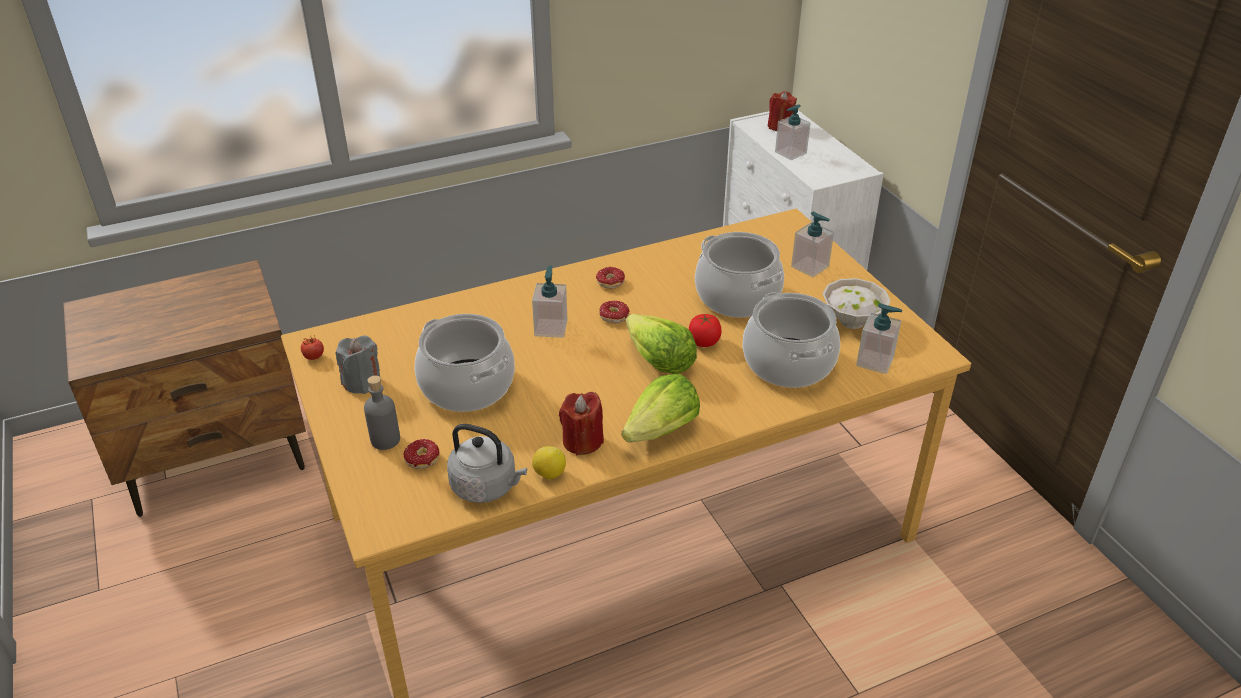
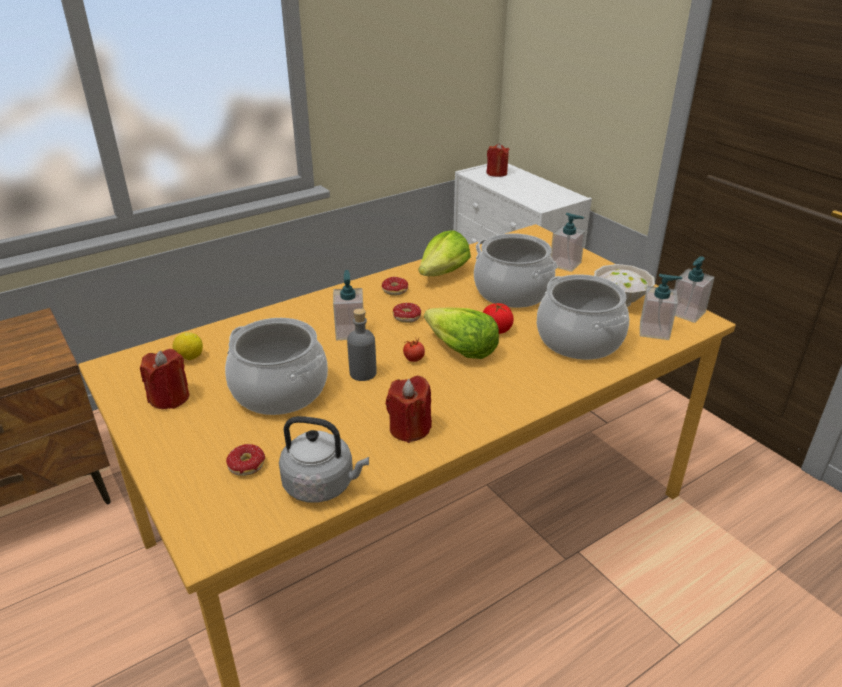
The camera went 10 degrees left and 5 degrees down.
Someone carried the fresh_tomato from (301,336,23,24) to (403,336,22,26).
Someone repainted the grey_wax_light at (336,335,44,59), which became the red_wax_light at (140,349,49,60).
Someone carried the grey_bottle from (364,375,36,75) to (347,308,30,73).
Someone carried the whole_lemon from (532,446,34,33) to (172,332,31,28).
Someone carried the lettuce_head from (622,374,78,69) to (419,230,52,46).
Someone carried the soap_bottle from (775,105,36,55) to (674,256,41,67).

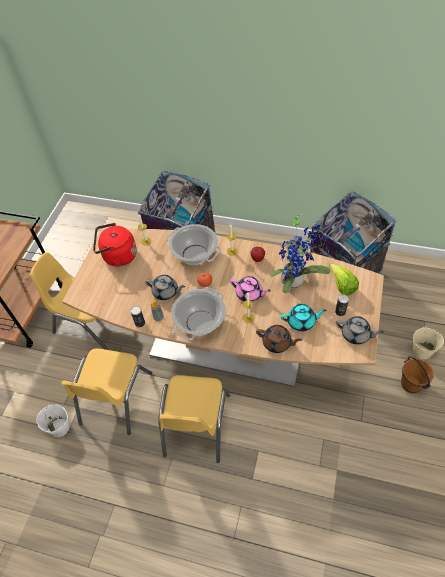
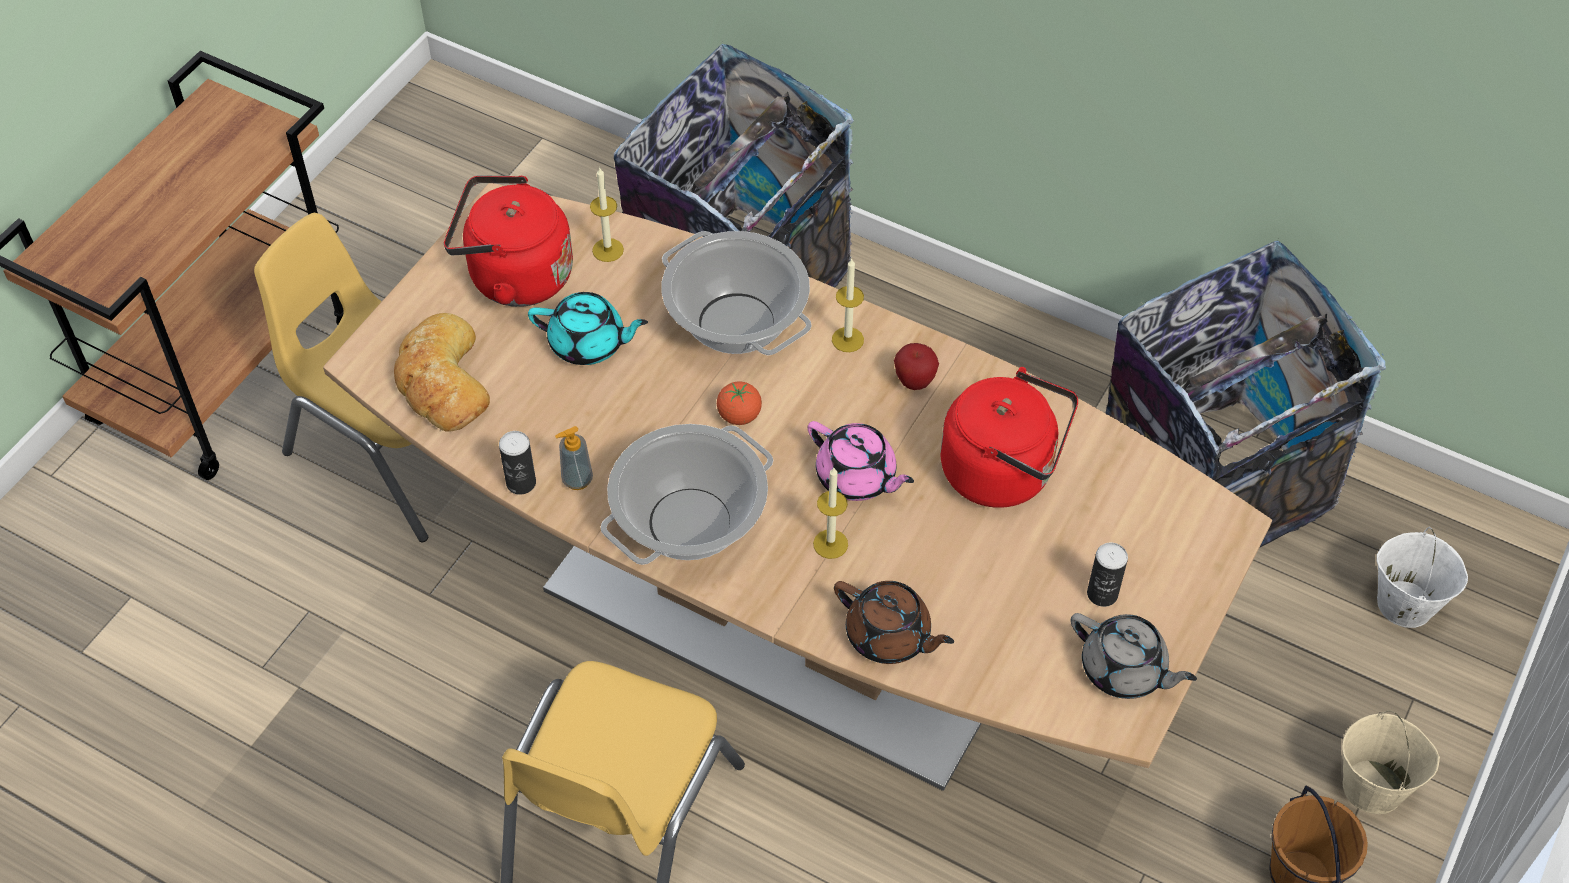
The camera went 10 degrees right and 0 degrees up.
Someone carried the white_bucket from (36,404,34,33) to (1377,527,91,101).
Someone took away the yellow_chair at (61,348,91,87).
Someone took away the grey_teapot at (145,275,40,25).
Someone swapped the potted_plant at (270,212,61,81) for the red_tea_kettle at (940,367,138,141).
Someone carried the blue-green_teapot from (281,304,46,27) to (528,292,120,73).
Someone took away the lettuce_head at (329,264,30,32).
Someone put down the bakery_bread at (394,313,96,119).

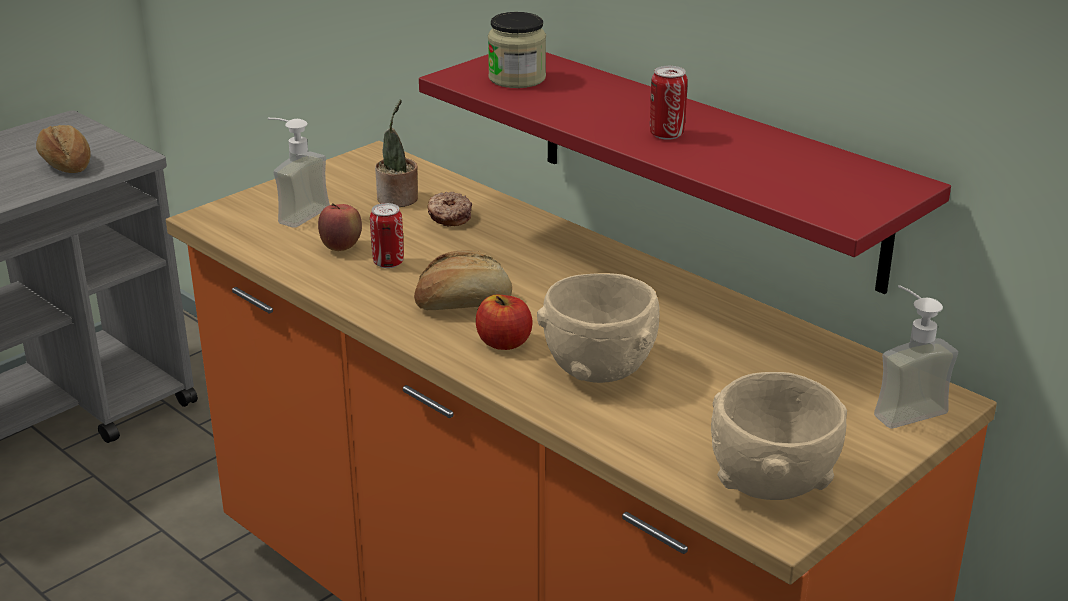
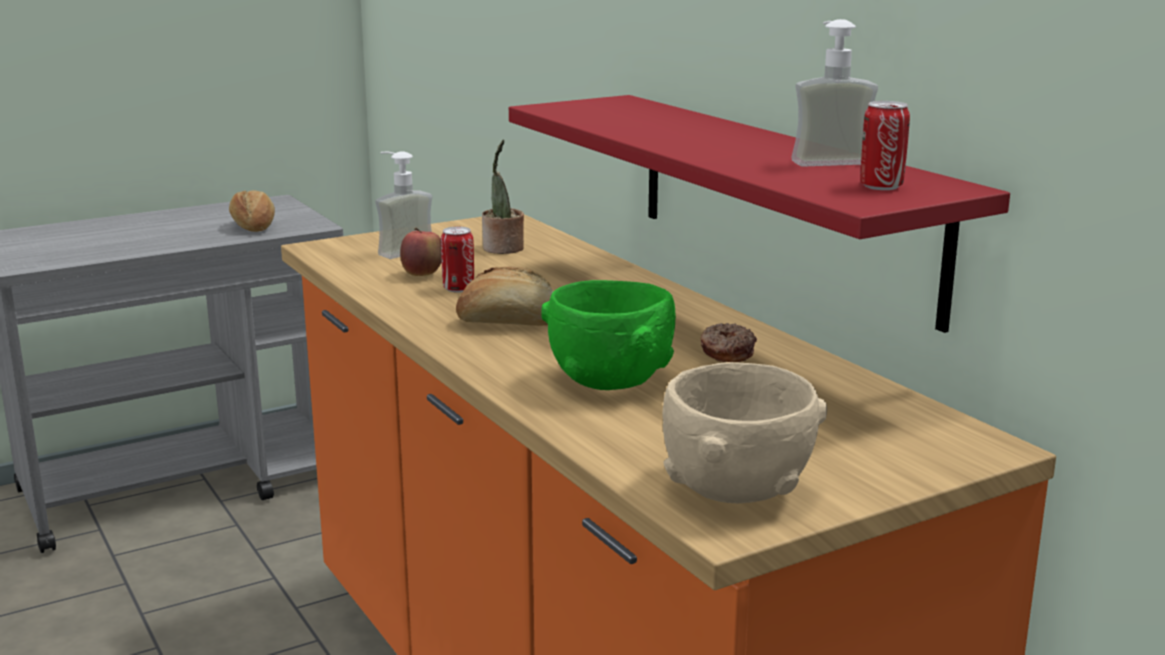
The camera went 15 degrees right and 10 degrees down.
Someone carried the donut from (428,192,44,35) to (700,323,57,39).
Someone took away the apple at (476,295,56,55).
Someone took away the jar at (488,12,58,76).
Someone repainted the beige-coloured_bowl at (537,273,123,110), which became the green_bowl at (541,280,135,110).
Someone carried the can from (650,66,38,74) to (860,101,50,89).
Someone carried the soap_bottle from (874,285,84,144) to (791,19,87,148).

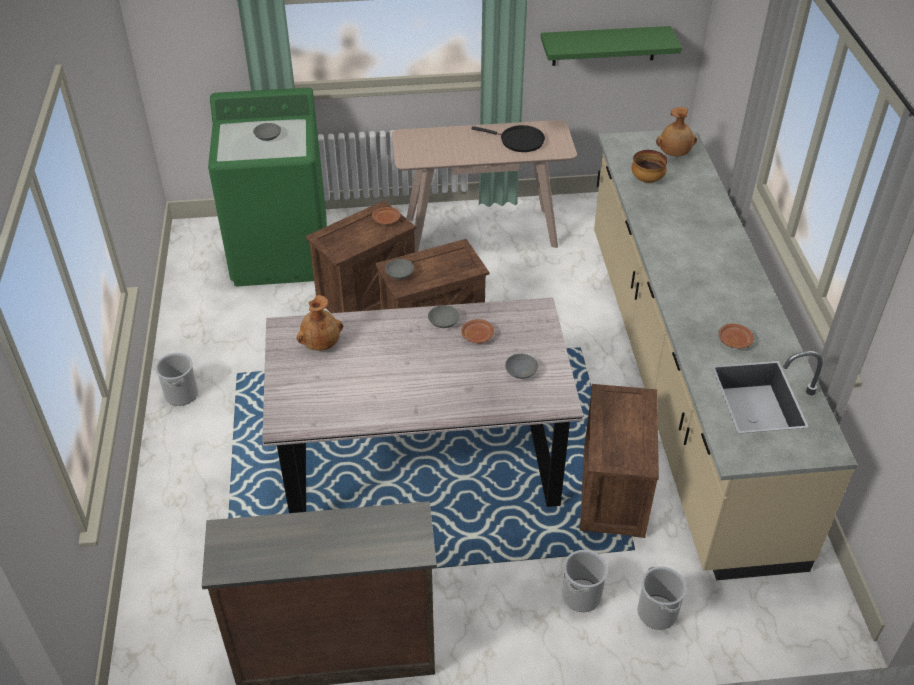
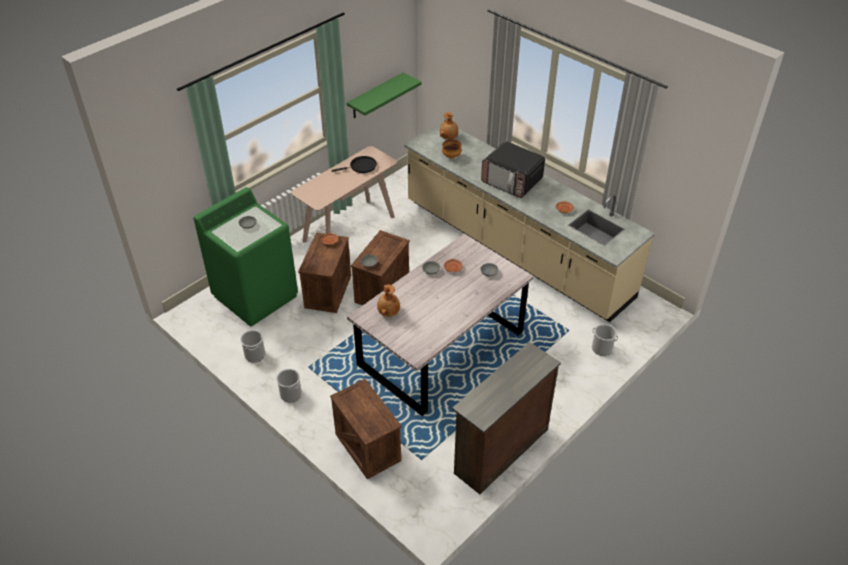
The camera went 40 degrees left and 0 degrees up.
Someone carried the bucket from (562,550,46,62) to (240,330,25,32).
Someone carried the crate from (580,384,79,154) to (330,379,72,100).
Someone put down the kitchen_microwave at (481,141,64,57).

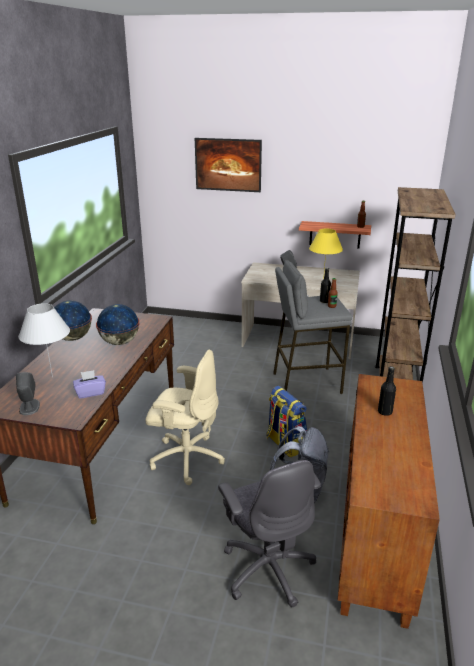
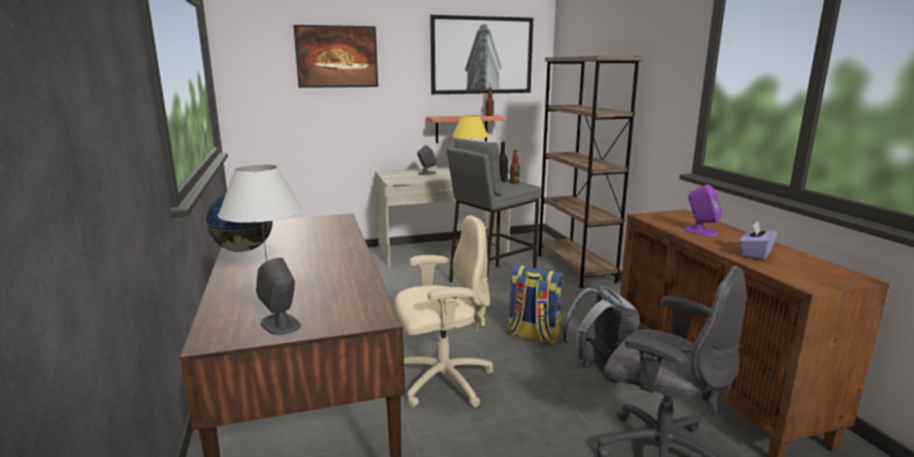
The camera went 30 degrees left and 10 degrees down.
Someone carried the purple_box_of_tissues from (73,370,33,29) to (739,221,38,40).
Someone took away the globe at (96,304,43,41).
Someone swapped the black_bottle at (378,366,18,50) for the purple_audio_speaker at (684,185,38,51).
Someone put up the wall_art at (430,15,103,79).

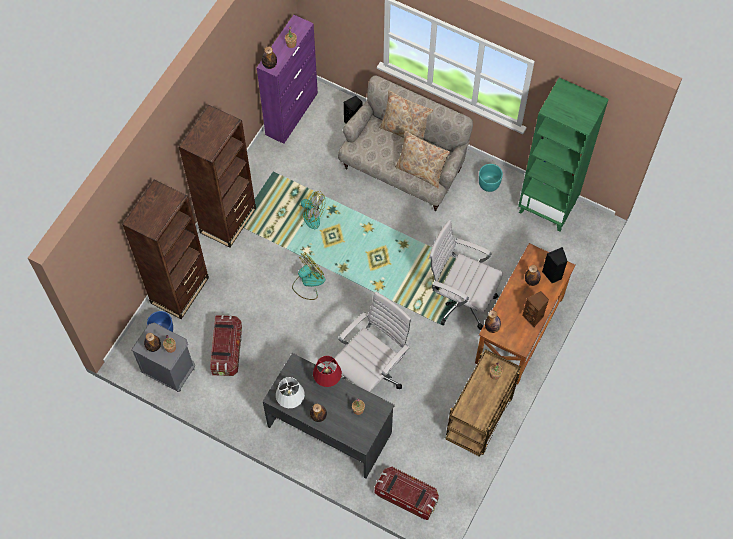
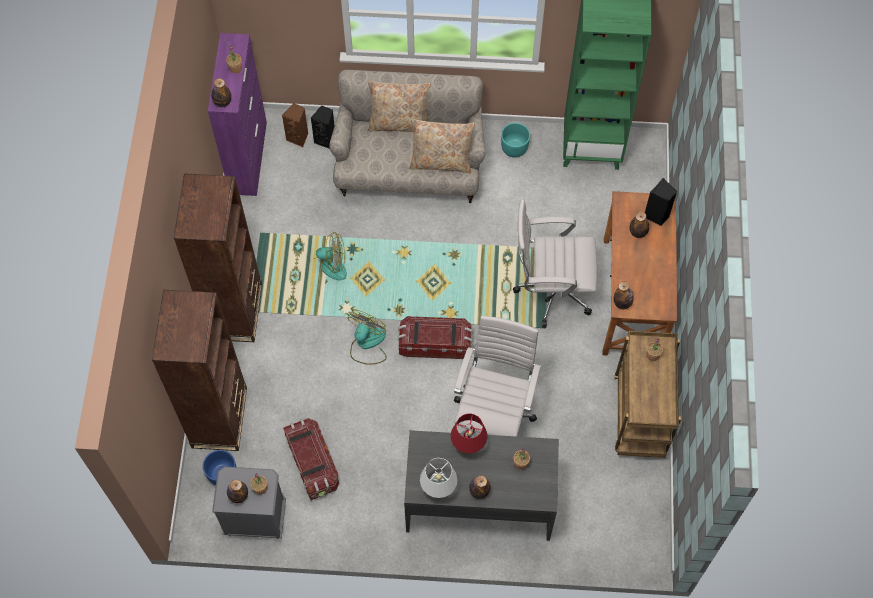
The camera went 25 degrees left and 0 degrees up.
Someone carried the storage_bin from (374,467,65,53) to (398,316,75,43).
Someone carried the brownish_audio_speaker from (522,291,27,37) to (282,103,26,44).

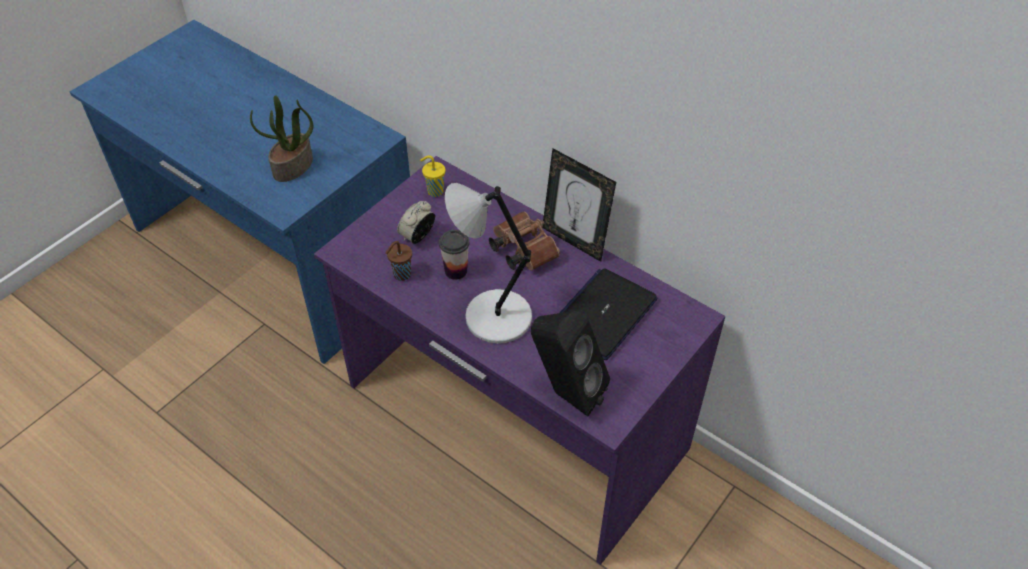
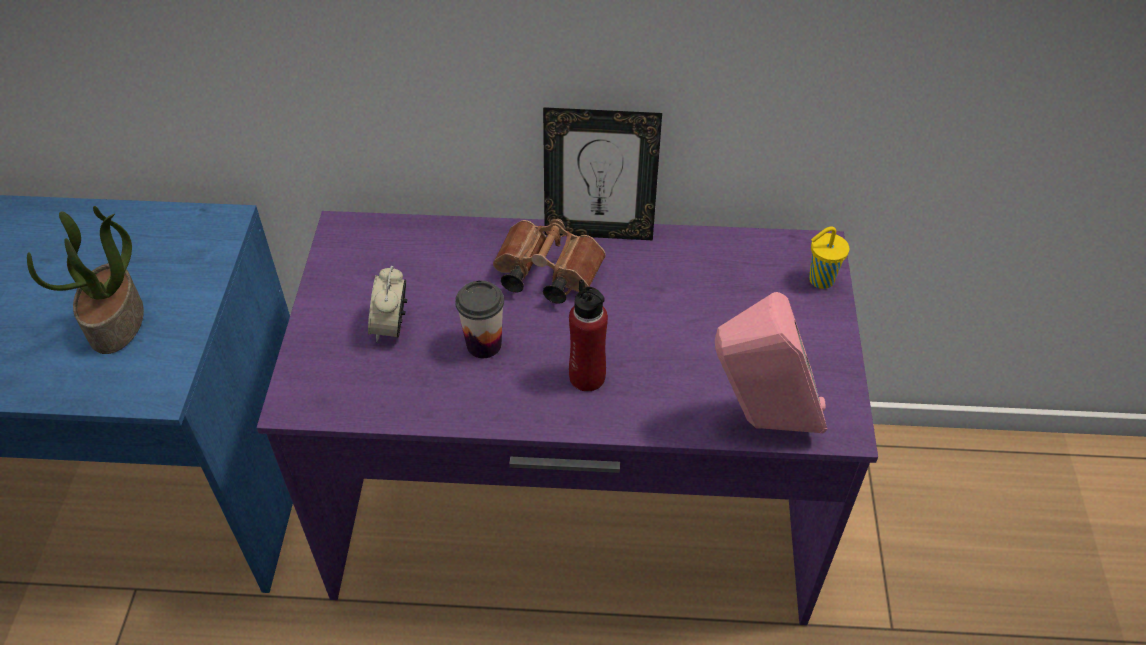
The camera went 35 degrees left and 0 degrees up.
Someone took away the brownish_small_cup at (385,241,27,40).
Someone carried the yellow_small_cup from (420,155,25,42) to (809,226,40,63).
Someone swapped the grey_tabletop_lamp at (445,183,87,161) for the red_bottle at (569,279,39,112).
Someone repainted the black_audio_speaker at (531,311,79,106), which became the pinkish_audio_speaker at (715,292,112,141).
Someone took away the laptop at (560,268,97,92).

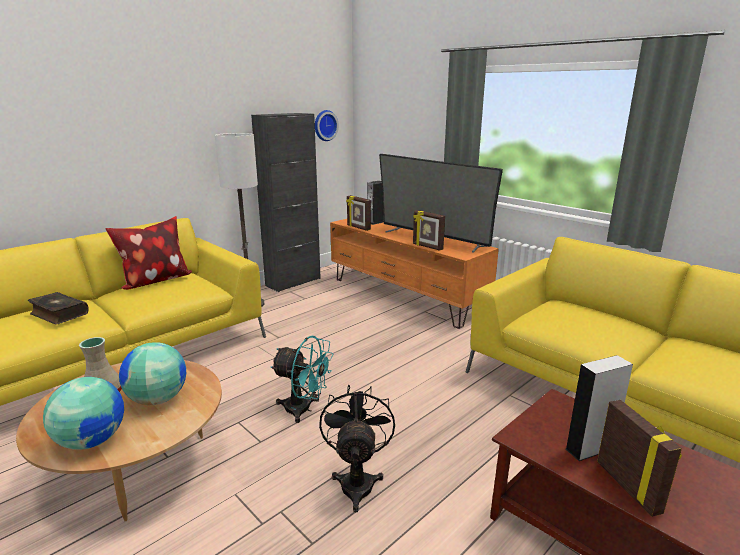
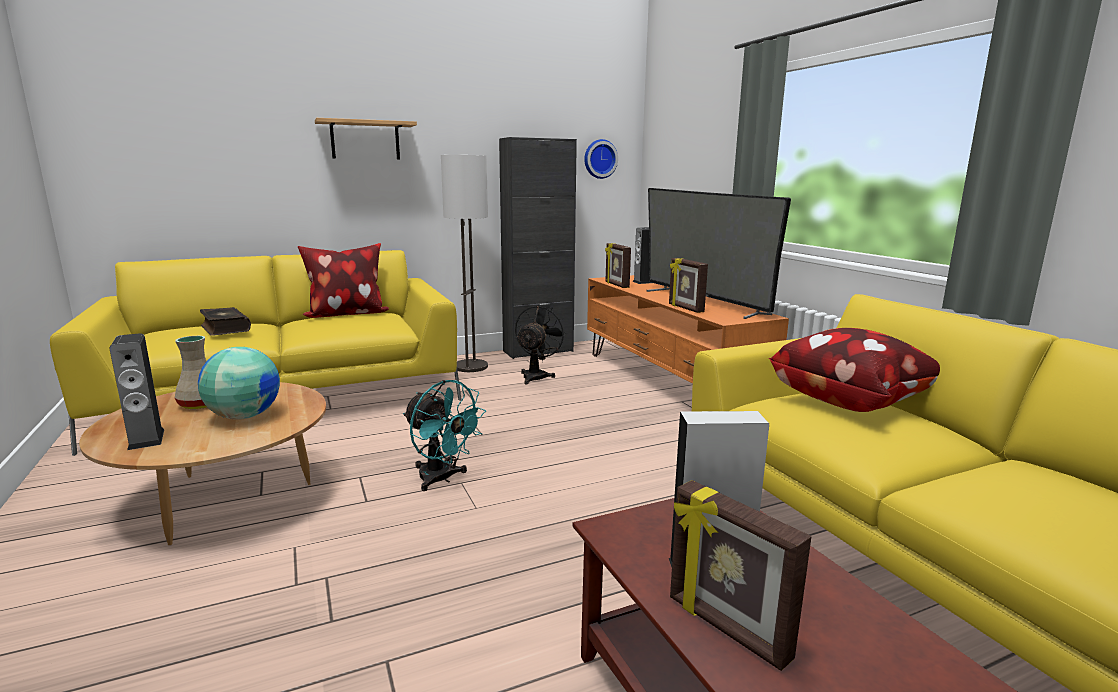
The camera went 20 degrees right and 5 degrees down.
Someone swapped the globe at (43,377,81,73) for the audio_speaker at (110,333,54,117).
Someone carried the black_electric_fan from (319,385,76,127) to (515,305,52,80).
Someone rotated the picture_frame at (597,400,85,117) by 135 degrees clockwise.
Someone put up the shelf at (315,118,102,41).
Someone put down the pillow at (769,328,171,84).

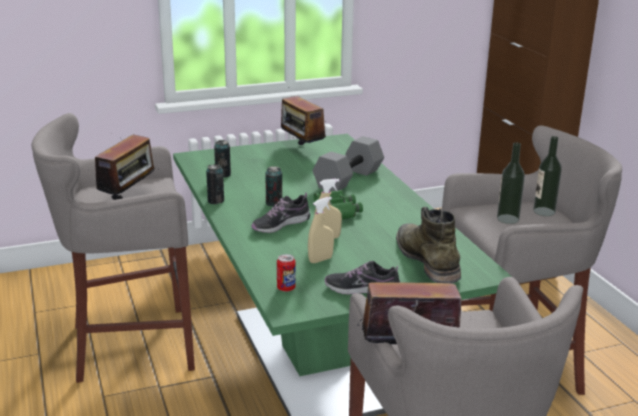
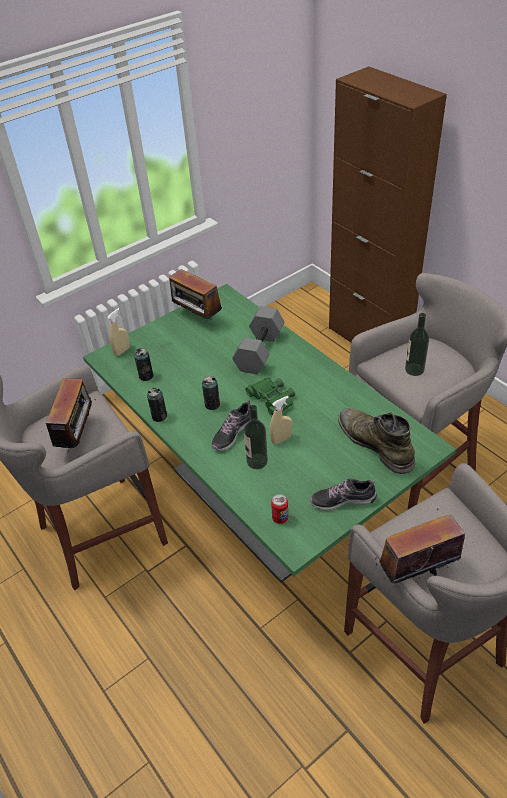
The camera went 15 degrees left and 20 degrees up.
Someone carried the beige-coloured_hand_sprayer from (308,197,26,66) to (107,308,23,48).
Someone carried the bottle from (533,136,29,80) to (244,405,24,64).

